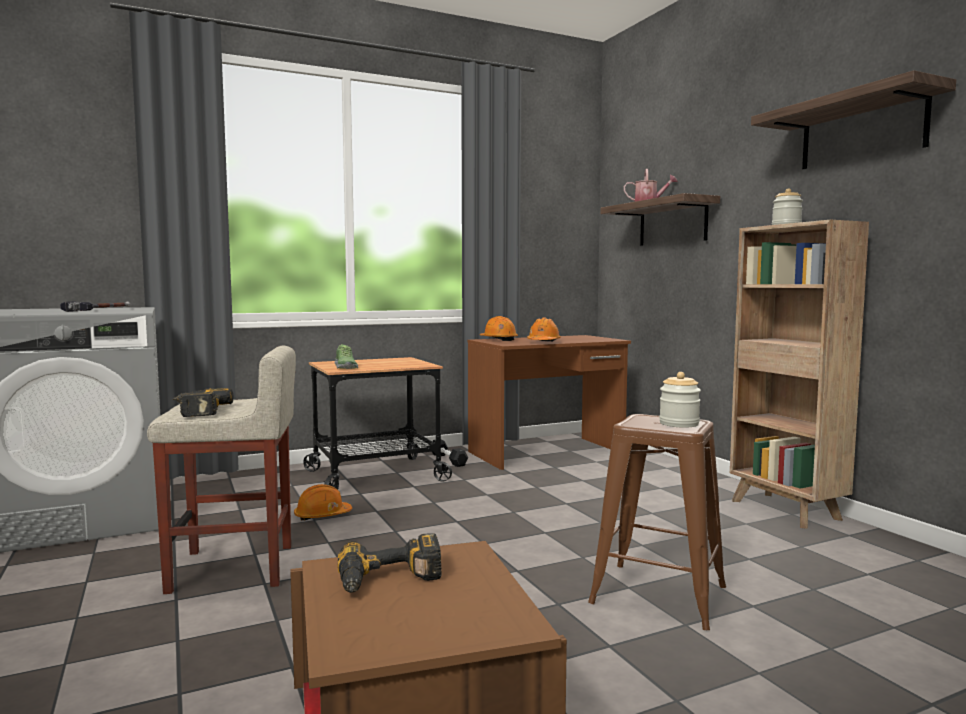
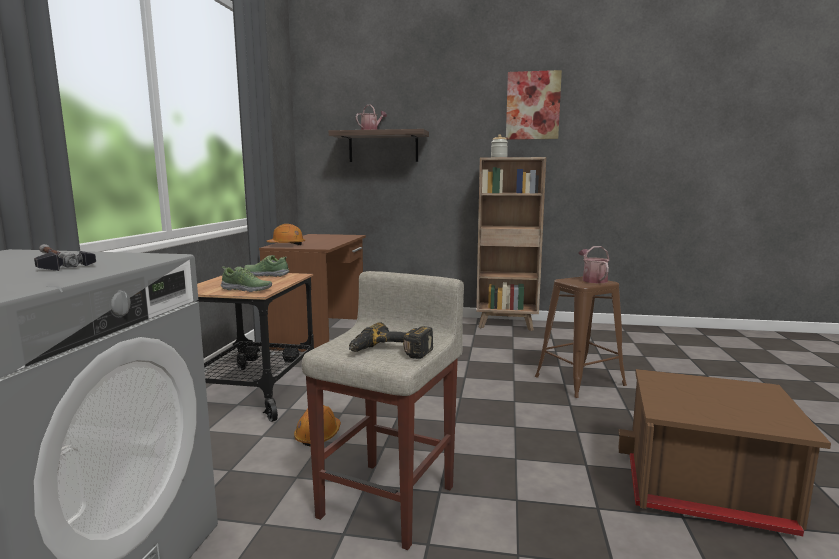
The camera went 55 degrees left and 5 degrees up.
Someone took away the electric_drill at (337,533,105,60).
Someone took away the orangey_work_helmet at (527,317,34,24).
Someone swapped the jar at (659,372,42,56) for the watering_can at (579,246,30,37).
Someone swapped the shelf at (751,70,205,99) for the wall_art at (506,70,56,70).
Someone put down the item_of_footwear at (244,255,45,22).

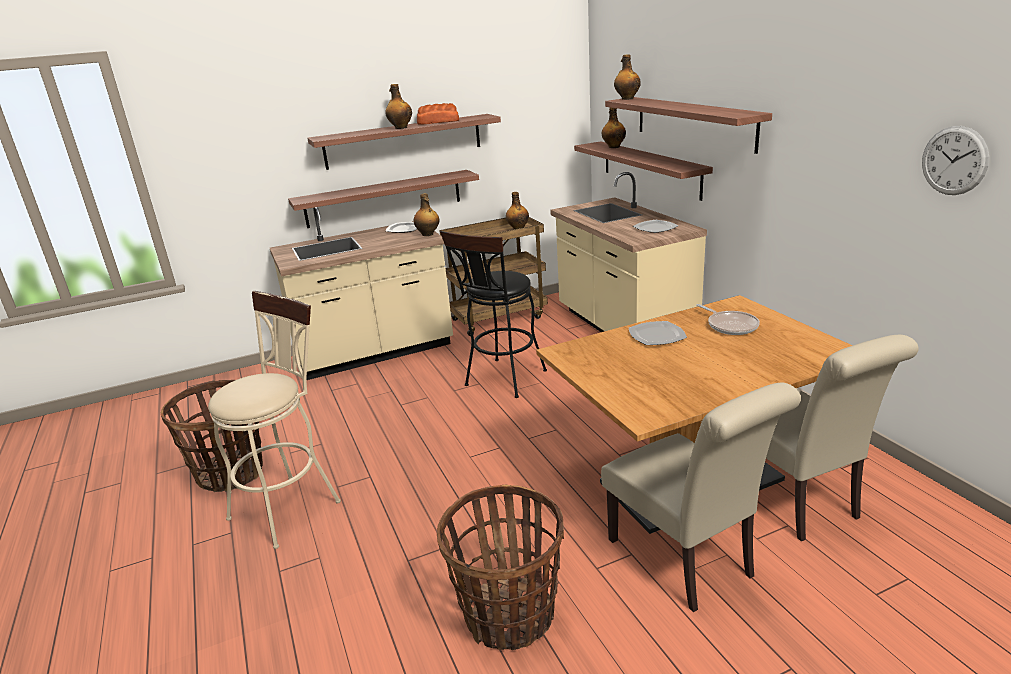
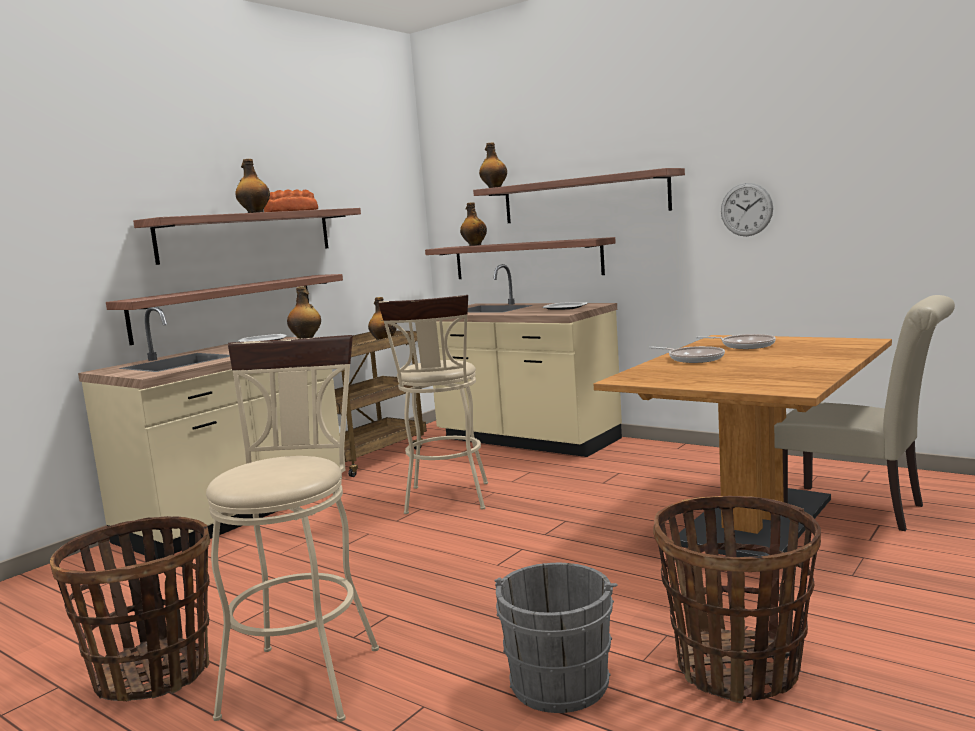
The camera went 30 degrees left and 15 degrees down.
Someone repainted the black_sitting_stool at (440,231,107,167), which became the beige-coloured_sitting_stool at (378,295,110,219).
Someone took away the beige-coloured_chair at (601,383,200,229).
Someone swapped the plate at (629,321,58,24) for the pan at (649,346,76,17).
Someone carried the clock_on_the_wall from (922,126,67,69) to (721,183,52,53).
Someone put down the grey_bucket at (494,563,124,150).

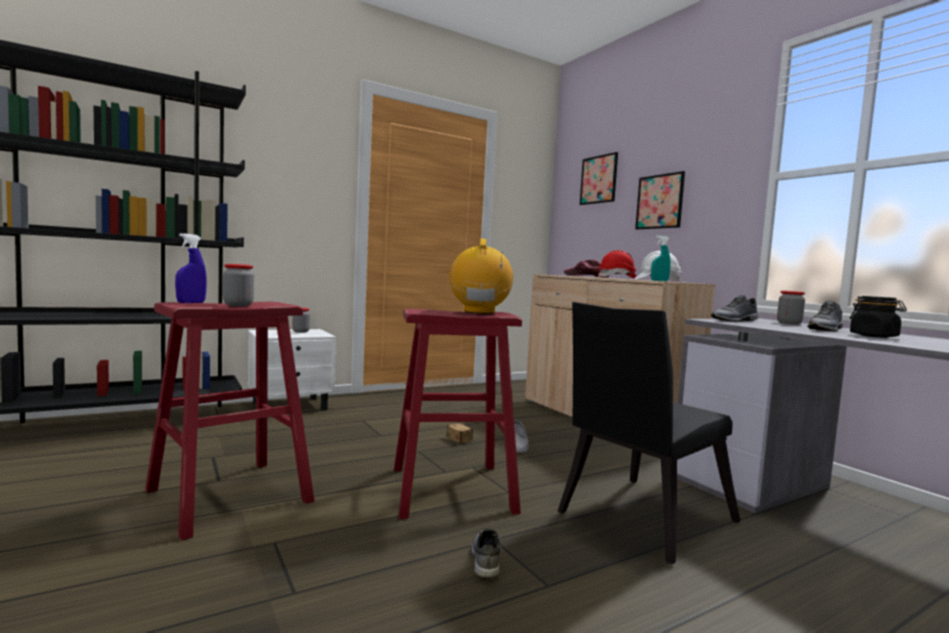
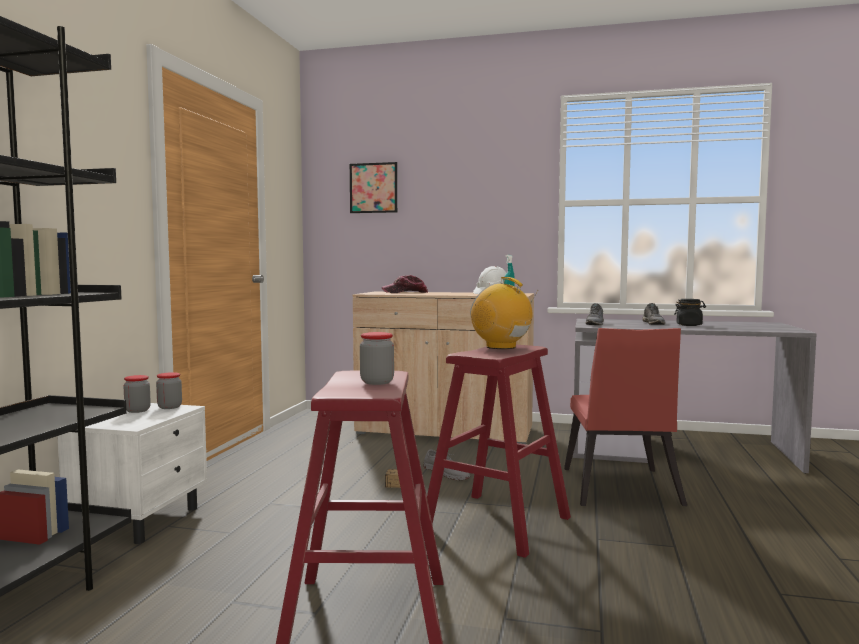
The camera went 45 degrees left and 0 degrees up.
Someone took away the blue-coloured_hand_sprayer at (175,233,32,70).
Someone took away the grey_item_of_footwear at (472,528,28,51).
Someone repainted the black_chair at (558,302,182,263), which became the red_chair at (564,328,123,178).
Someone took away the red_work_helmet at (598,250,39,29).
Someone took away the wall_art at (635,171,50,58).
Someone carried the jar from (777,291,28,34) to (156,372,26,37).

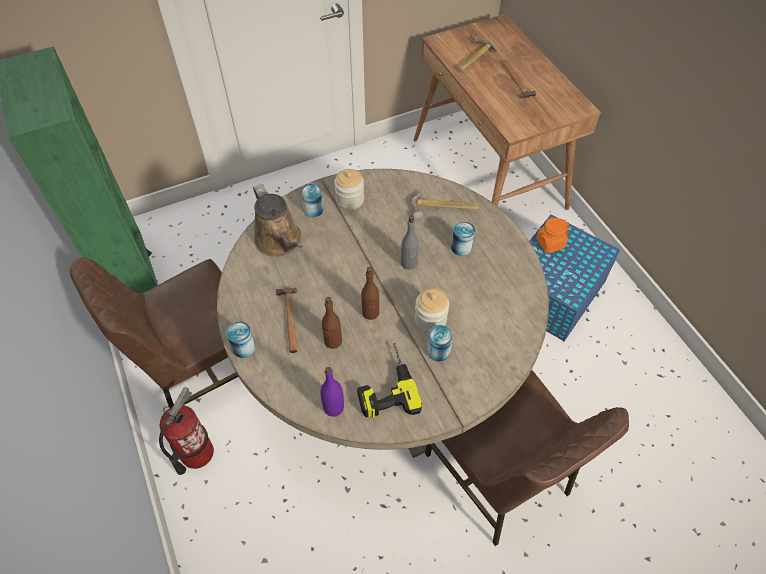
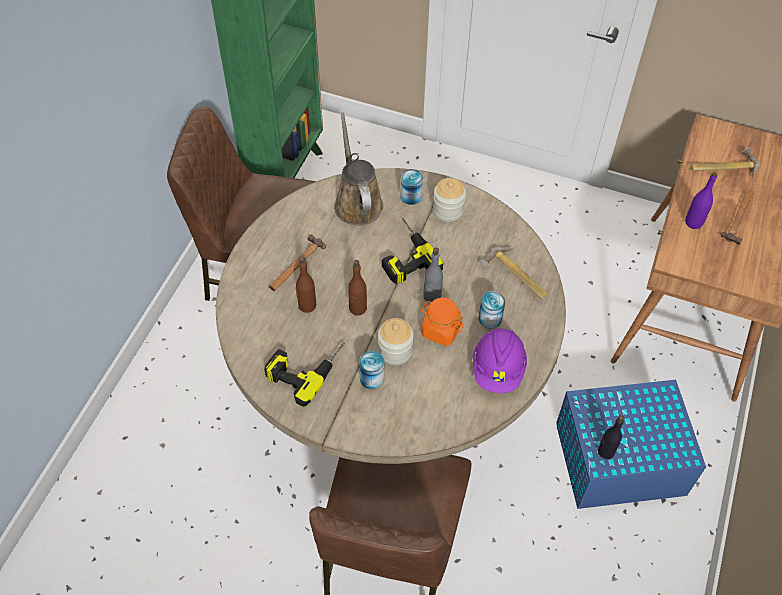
The camera went 45 degrees right and 0 degrees up.
Someone took away the extinguisher at (159,387,55,88).
Someone took away the can at (226,322,30,36).
Someone rotated the brownish_watering_can at (253,184,50,73) by 150 degrees clockwise.
Someone carried the purple_bottle from (321,367,23,50) to (685,172,32,57).
Someone carried the orangey_jar from (536,218,34,35) to (420,298,43,48).
Someone put down the electric_drill at (382,218,61,66).
Someone put down the purple_work_helmet at (473,328,54,65).
Someone put down the black_bottle at (598,415,26,44).

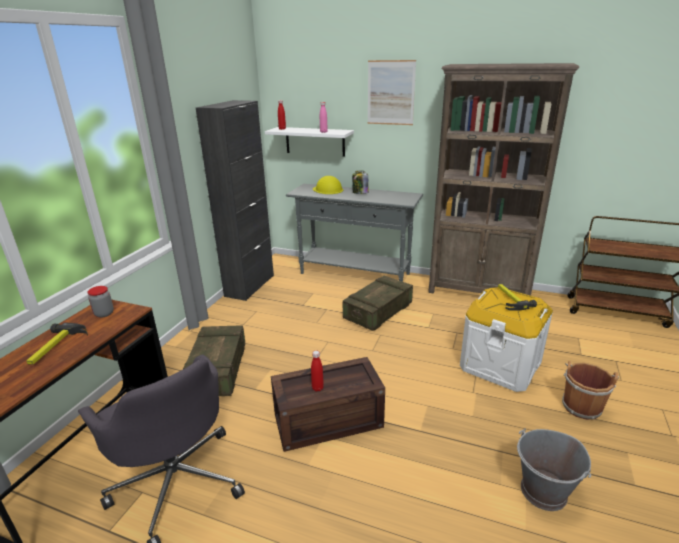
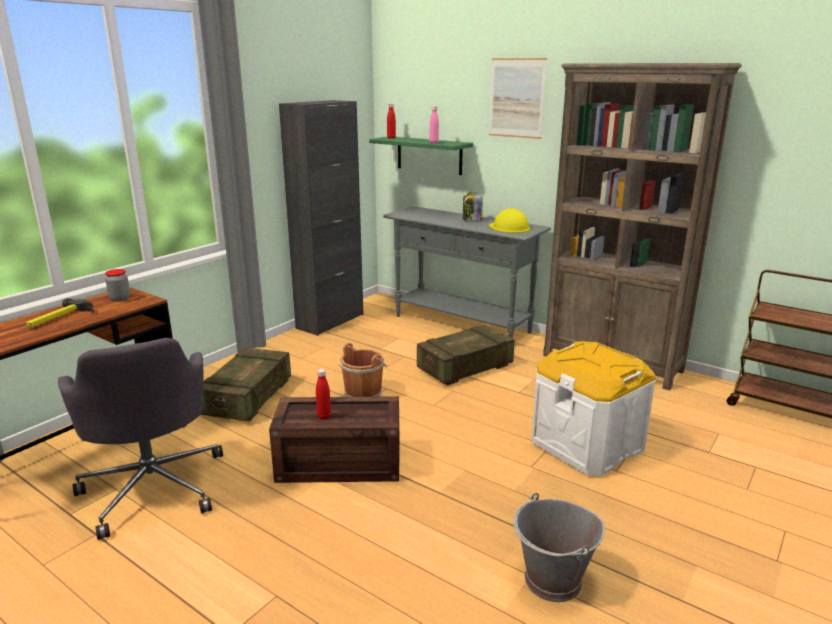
The camera went 15 degrees right and 5 degrees down.
Someone repainted the white_shelf at (265,127,89,30), which became the green_shelf at (369,137,104,38).
Someone carried the yellow_work_helmet from (313,176,30,18) to (489,209,41,24).
Someone took away the hammer at (498,284,39,27).
Someone carried the brownish_bucket from (562,361,57,59) to (339,343,49,54).

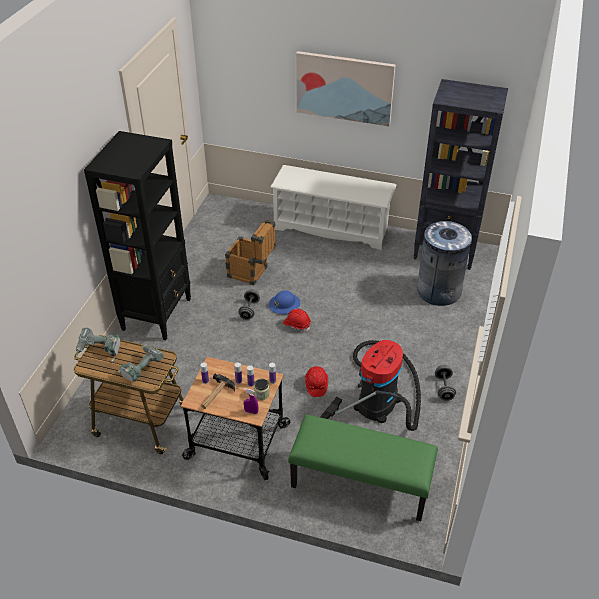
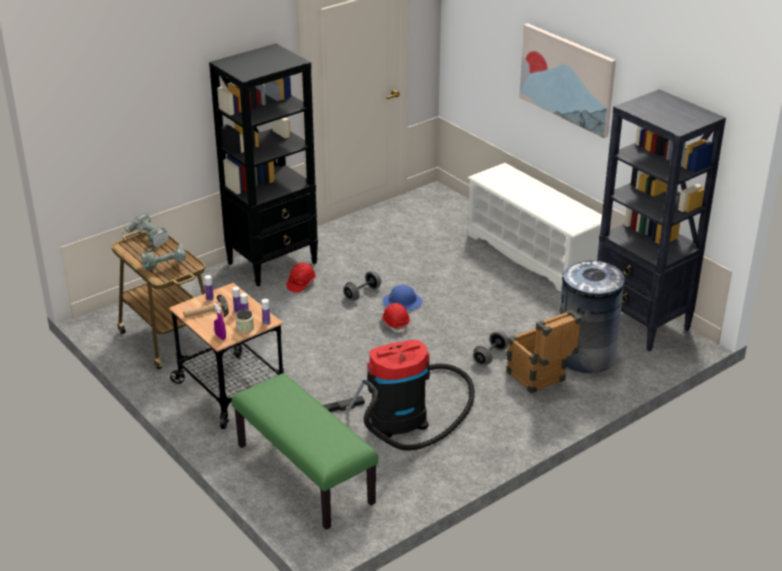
The camera went 35 degrees right and 10 degrees down.
Someone carried the crate from (225,219,51,66) to (506,310,75,84).
Someone carried the red_work_helmet from (305,366,23,31) to (286,263,30,30).
Someone carried the grey_hand_weight from (435,365,21,36) to (473,331,35,34).

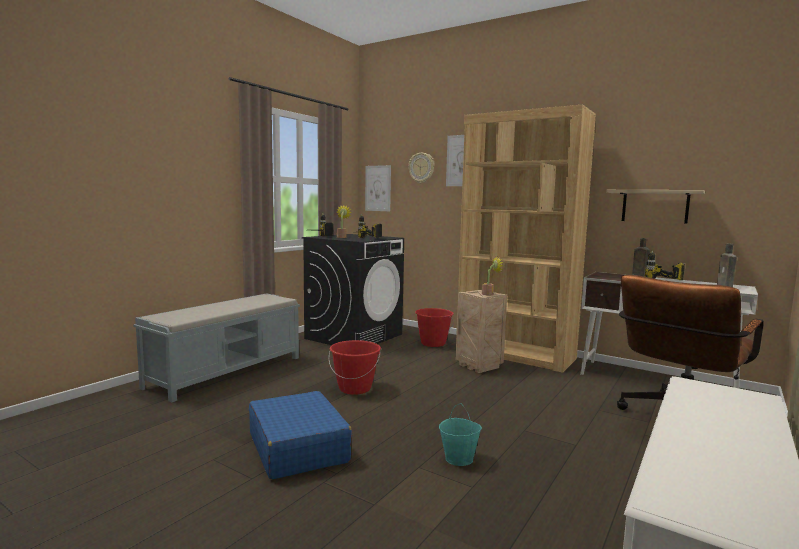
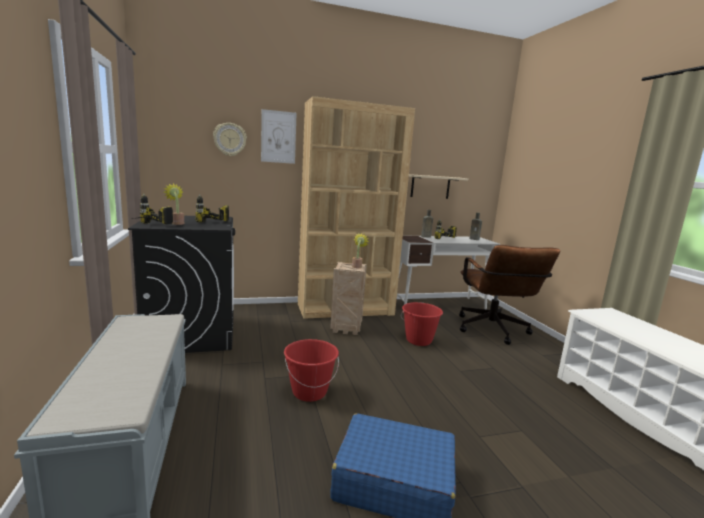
The camera went 50 degrees left and 5 degrees up.
Someone took away the wall_art at (365,165,26,46).
Someone carried the red_bucket from (415,308,39,39) to (401,302,42,44).
Someone took away the blue-green_bucket at (439,404,43,62).

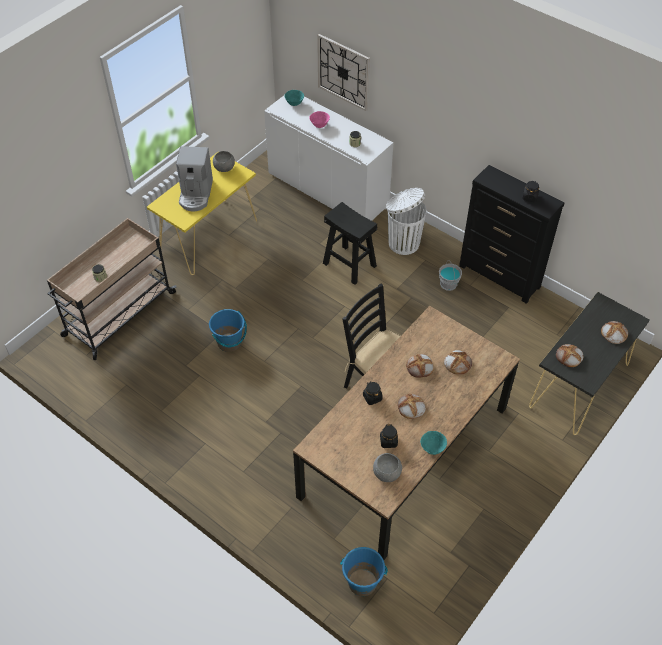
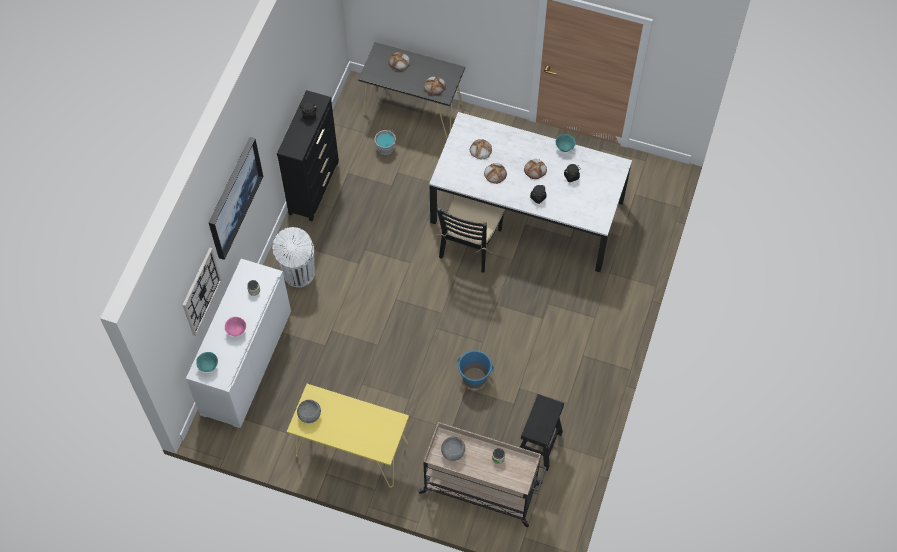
The camera went 110 degrees left and 10 degrees up.
Someone took away the coffee_brewer at (176,146,37,66).
Someone repainted the brownish_kitchen_table at (293,306,227,254), which became the white_kitchen_table at (429,112,203,160).
Someone carried the black_sitting_stool from (323,202,54,83) to (520,394,44,77).
Someone took away the blue-coloured_bucket at (340,547,48,49).
Someone carried the grey_bowl from (373,453,29,29) to (441,437,24,24).
Someone carried the grey_bucket from (439,260,23,31) to (374,130,22,25).
Someone put up the wall_art at (209,137,54,123).

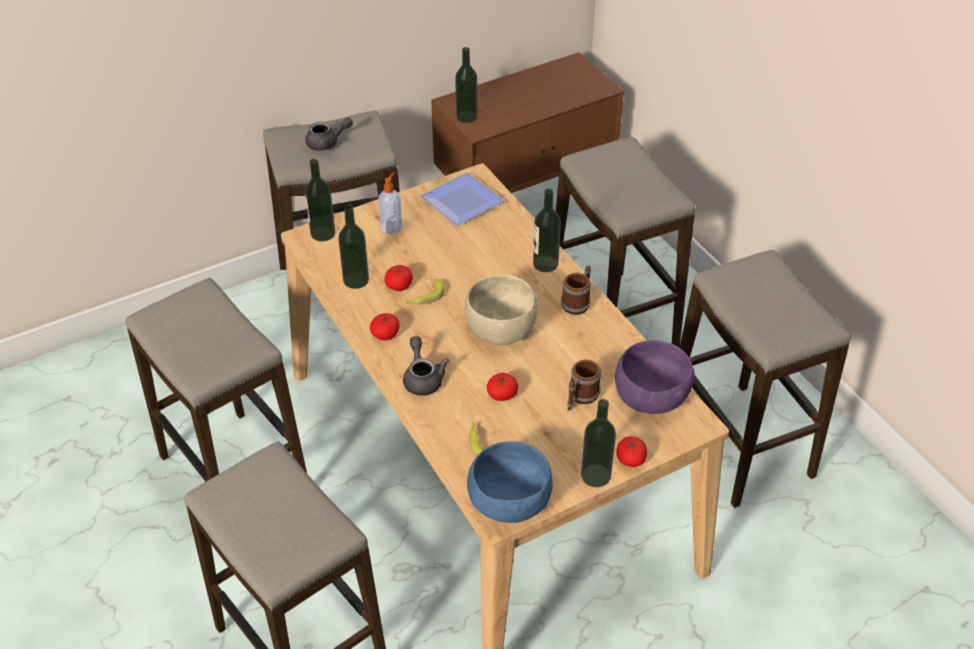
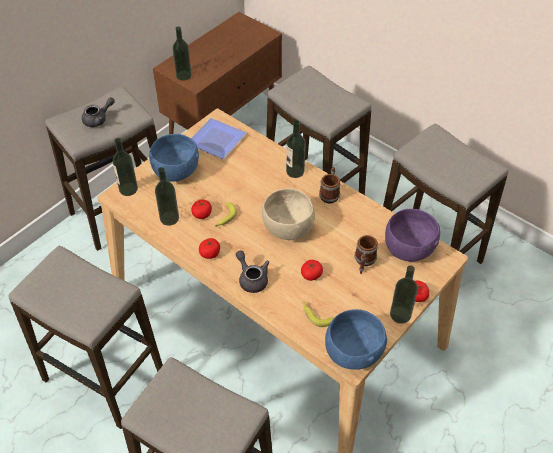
The camera went 20 degrees left and 5 degrees up.
Someone swapped the soap_bottle at (378,172,24,62) for the blue-coloured_bowl at (149,134,50,48).

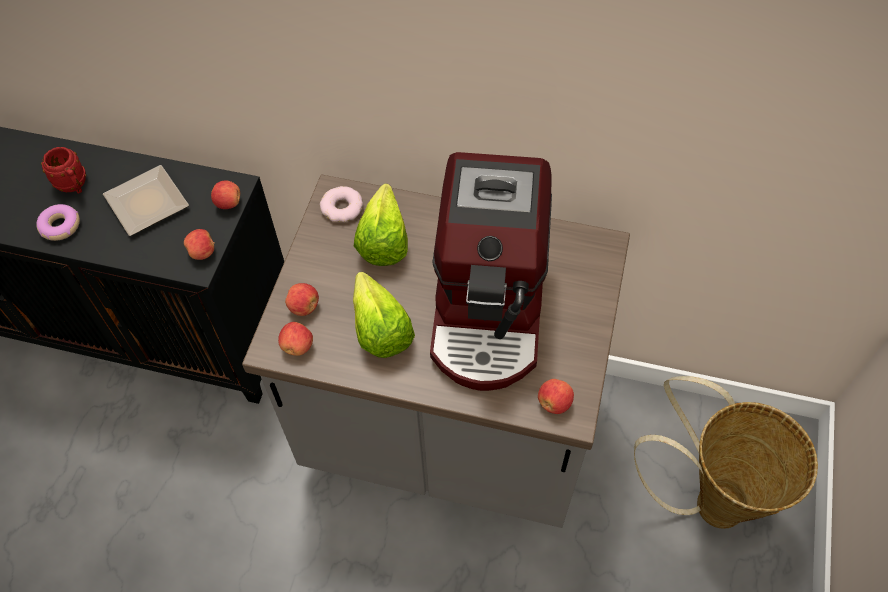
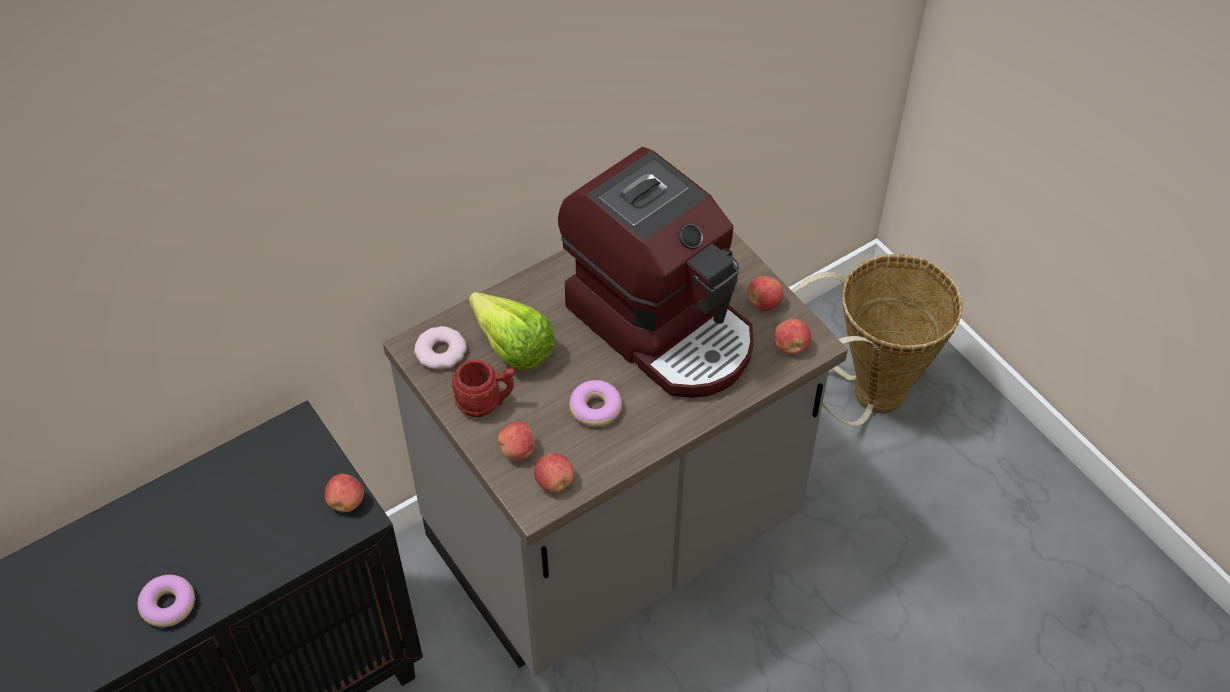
The camera went 50 degrees left and 5 degrees down.
Someone carried the red_tea_mug from (41,147,45,47) to (452,360,63,57).
Someone took away the plate at (103,165,86,71).
Someone carried the apple from (211,181,29,28) to (747,276,37,35).
Someone swapped the lettuce_head at (353,272,62,86) for the donut at (569,380,53,47).

